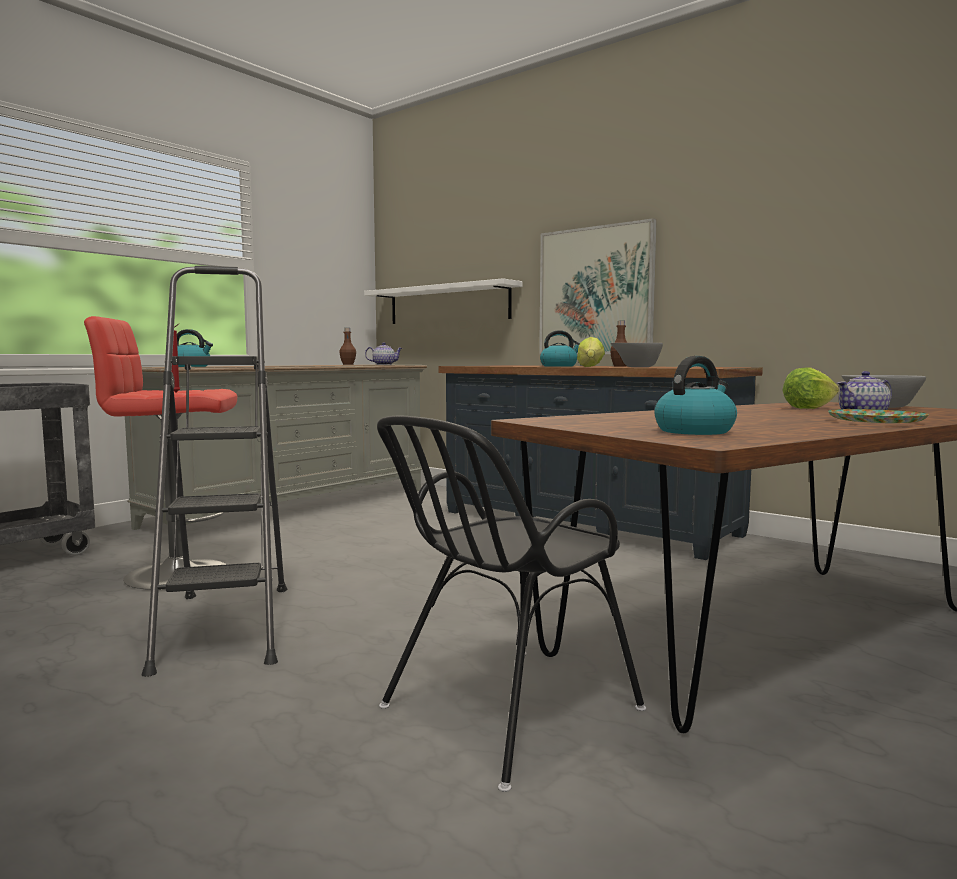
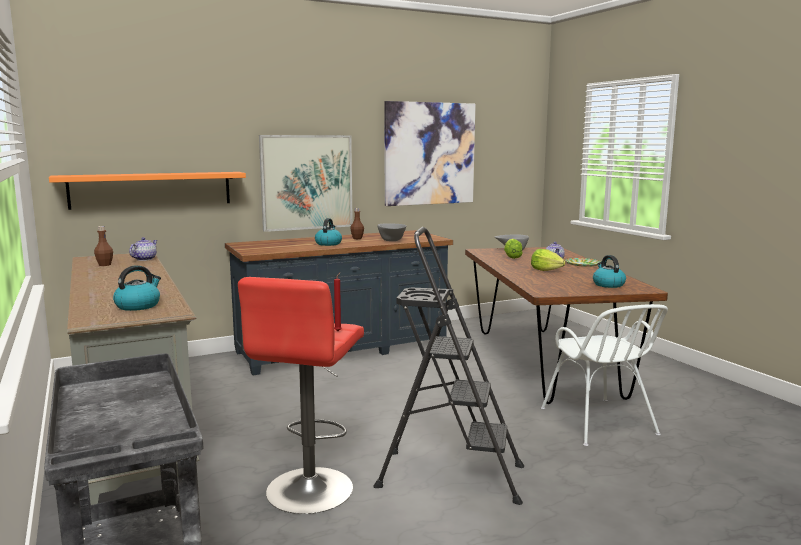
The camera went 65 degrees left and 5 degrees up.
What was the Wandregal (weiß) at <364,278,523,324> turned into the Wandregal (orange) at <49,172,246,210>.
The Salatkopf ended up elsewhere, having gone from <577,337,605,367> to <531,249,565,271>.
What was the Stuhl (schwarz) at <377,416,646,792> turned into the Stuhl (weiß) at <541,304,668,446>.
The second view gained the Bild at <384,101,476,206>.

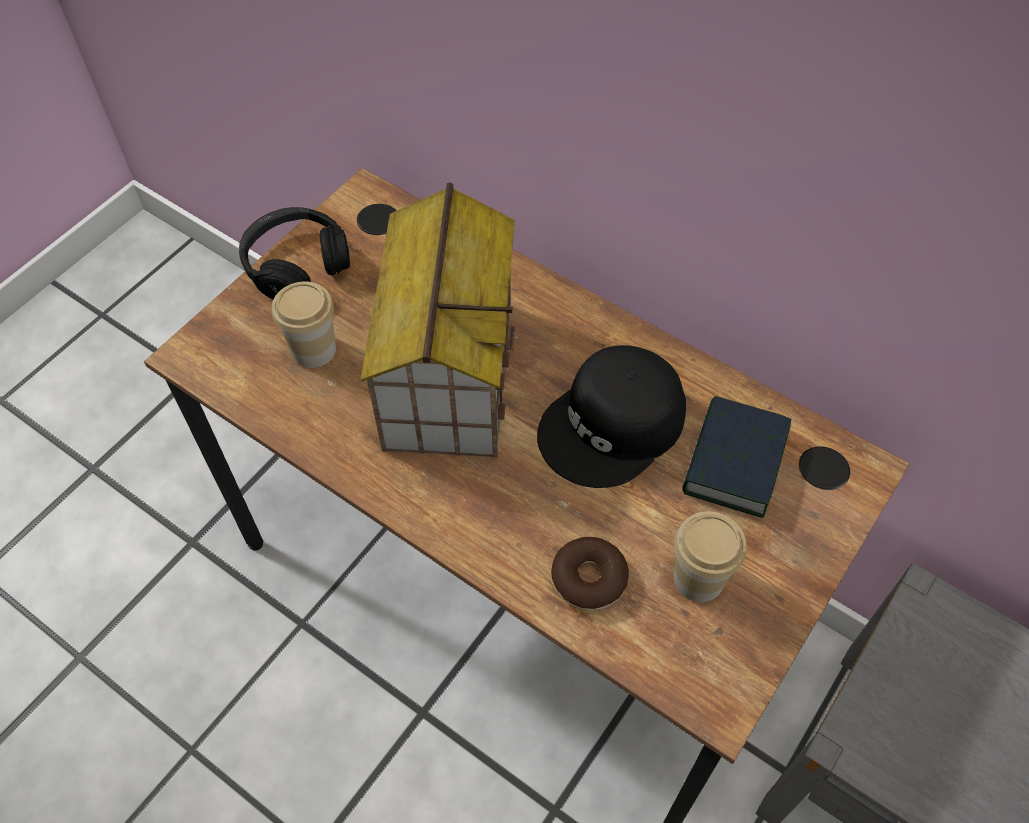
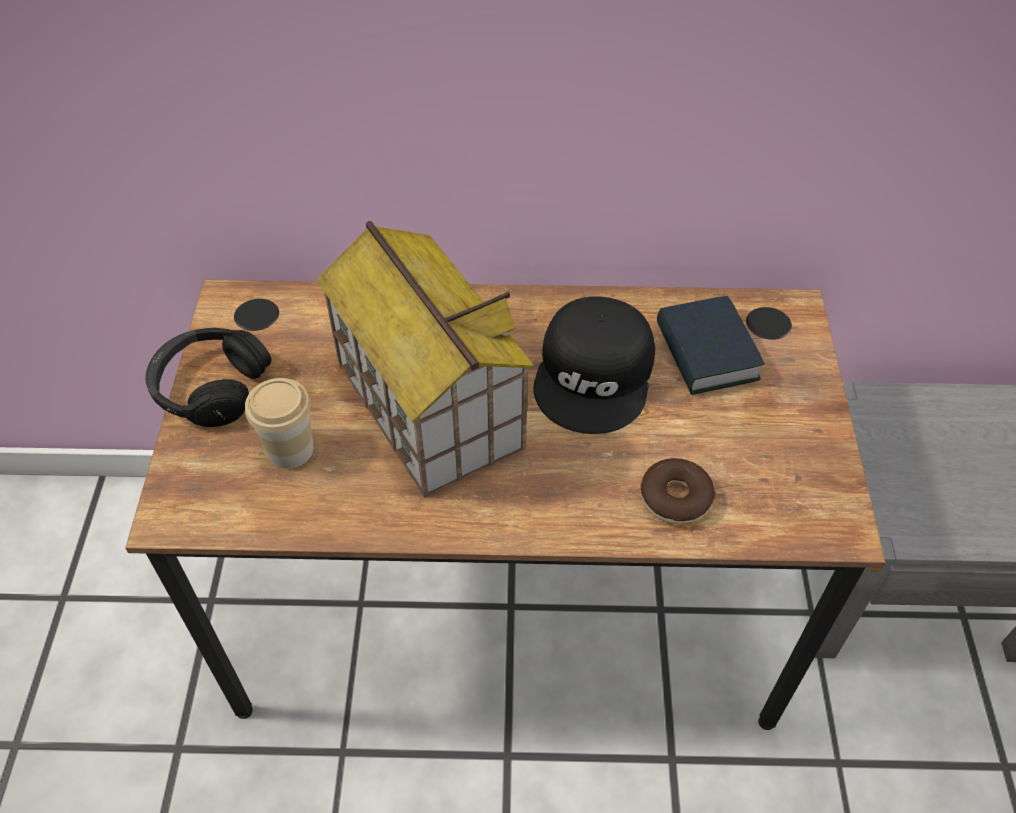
The camera went 35 degrees left and 5 degrees down.
The second view lost the Tasse at <674,511,746,602>.

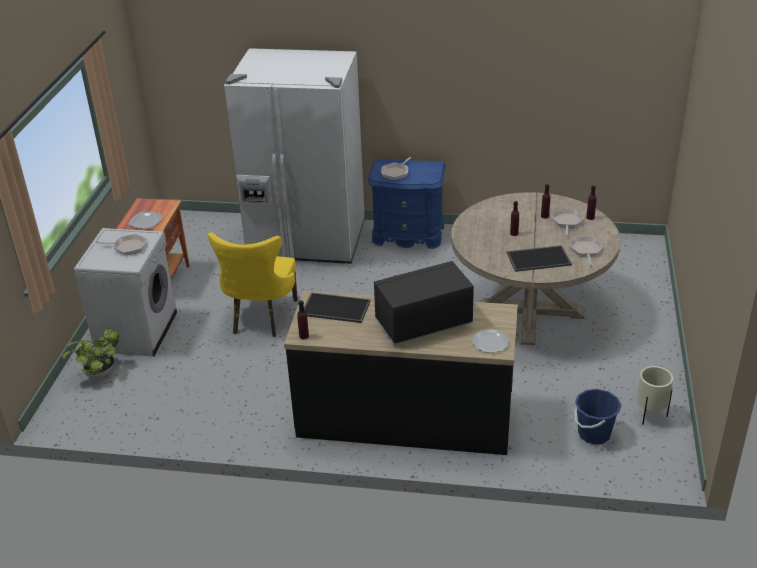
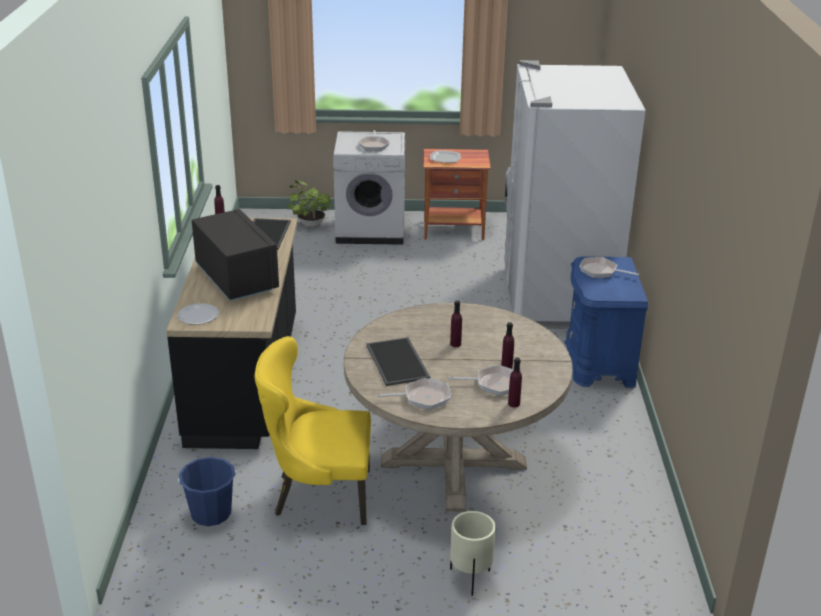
The camera went 80 degrees right and 5 degrees down.
The Stuhl (gelb) ended up elsewhere, having gone from <208,232,298,337> to <255,336,371,525>.
The Pflanzkübel (beige) ended up elsewhere, having gone from <636,366,673,424> to <450,511,496,596>.

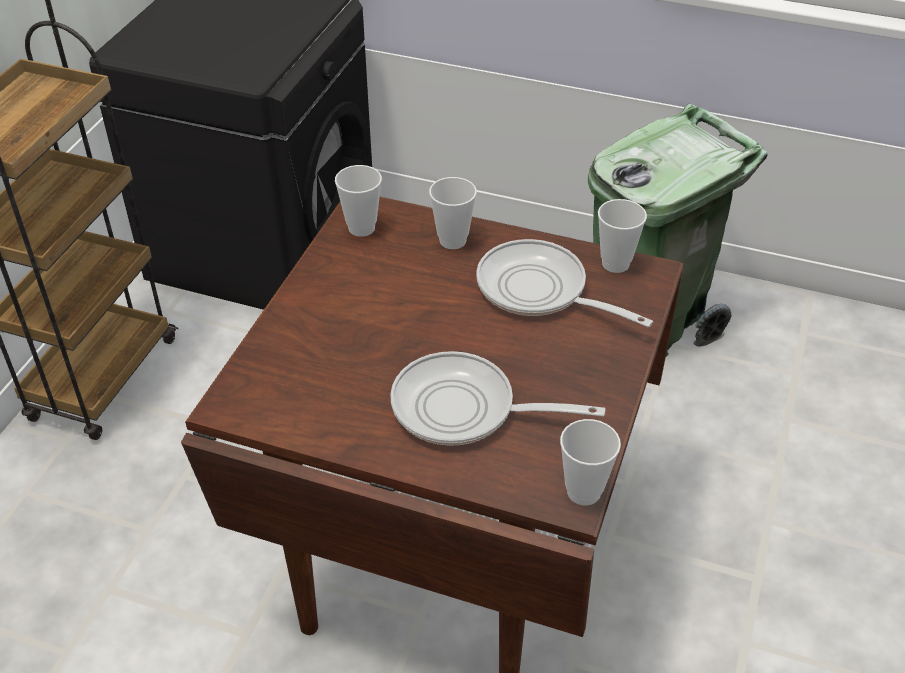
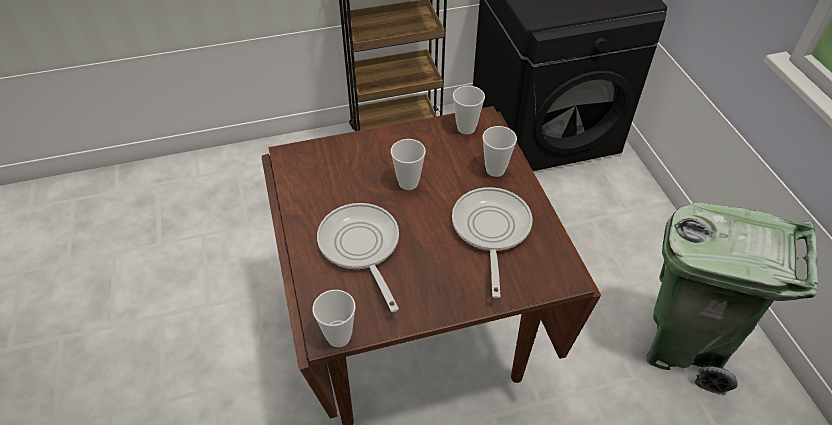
The camera went 55 degrees right and 5 degrees up.
The Tasse ended up elsewhere, having gone from <598,199,647,273> to <391,139,426,190>.

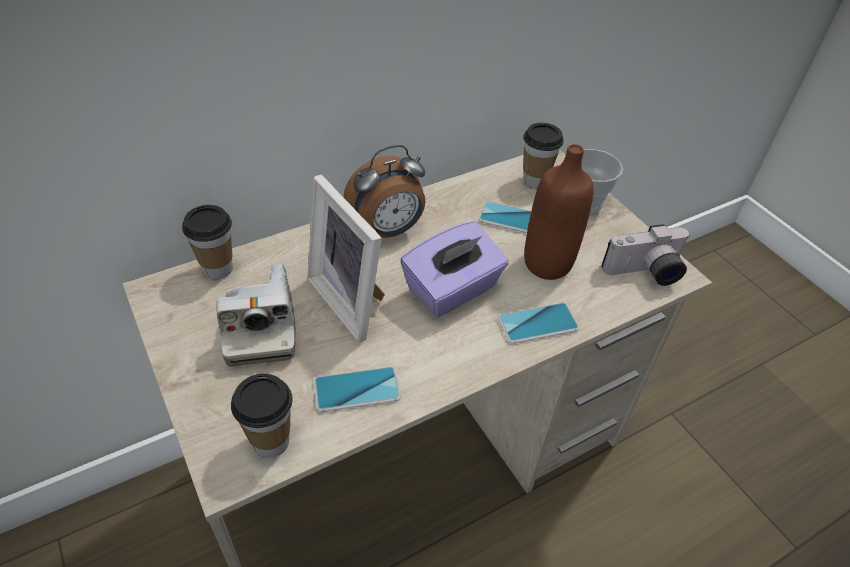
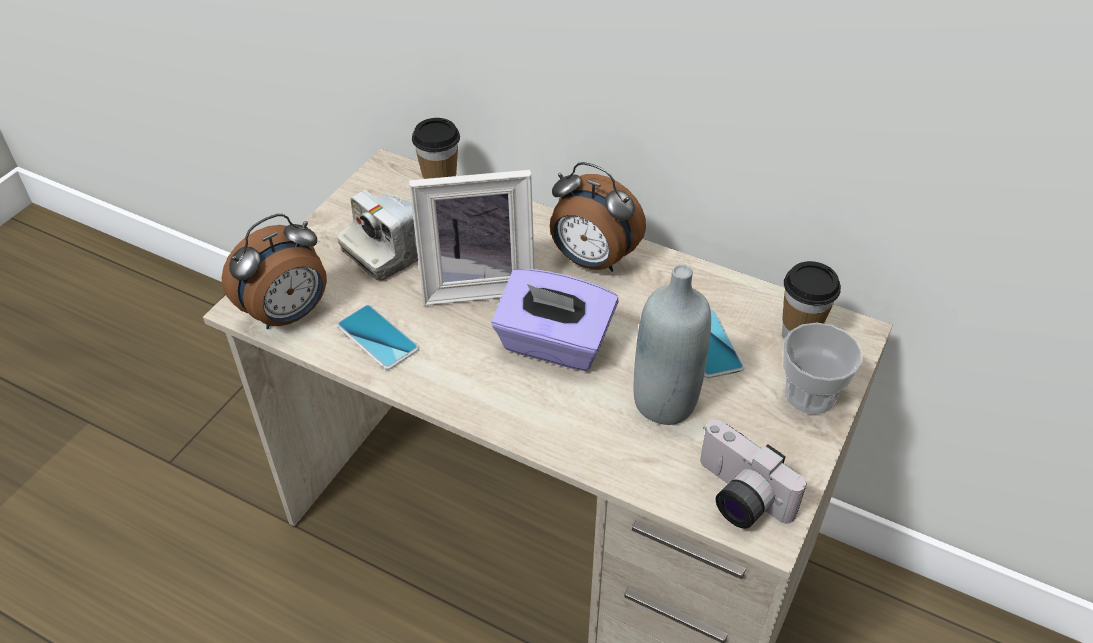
The camera went 60 degrees right and 0 degrees up.
What was the Flasche (braun) at <524,144,594,280> turned into the Flasche (grau) at <634,264,711,425>.
The Bilderrahmen at <307,175,385,342> ended up facing another way, 120 degrees counterclockwise from before.
The second view lost the Handy at <498,303,579,344>.
Where the Tasse stood at <231,374,293,458>, the Wecker came to stand at <221,214,327,329>.

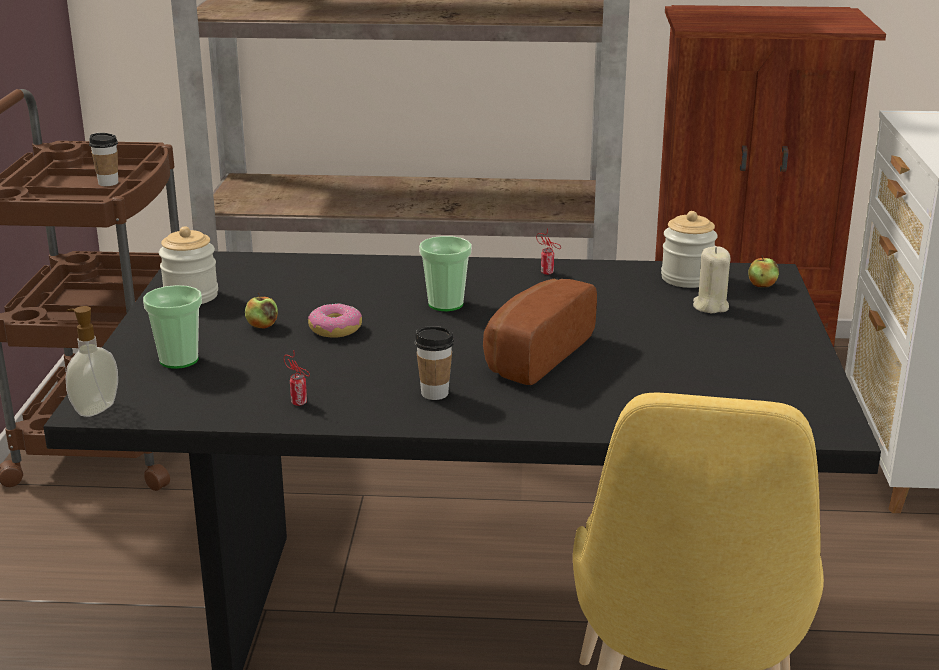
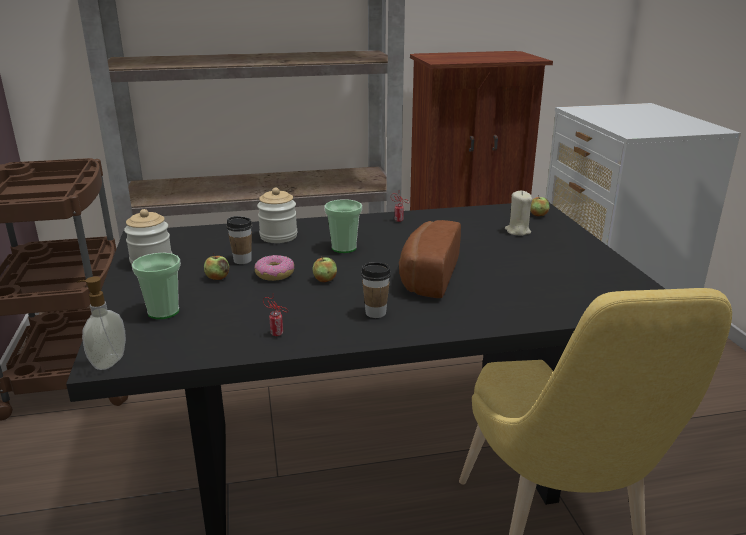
The camera went 15 degrees left and 0 degrees up.
The Tasse ended up elsewhere, having gone from <89,133,118,186> to <227,216,252,264>.
The Vorratsglas ended up elsewhere, having gone from <661,211,718,288> to <257,188,297,243>.
The second view gained the Apfel at <313,256,337,283>.

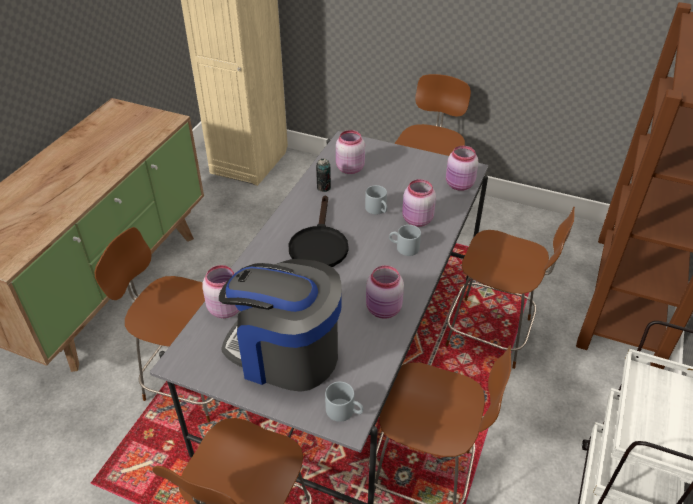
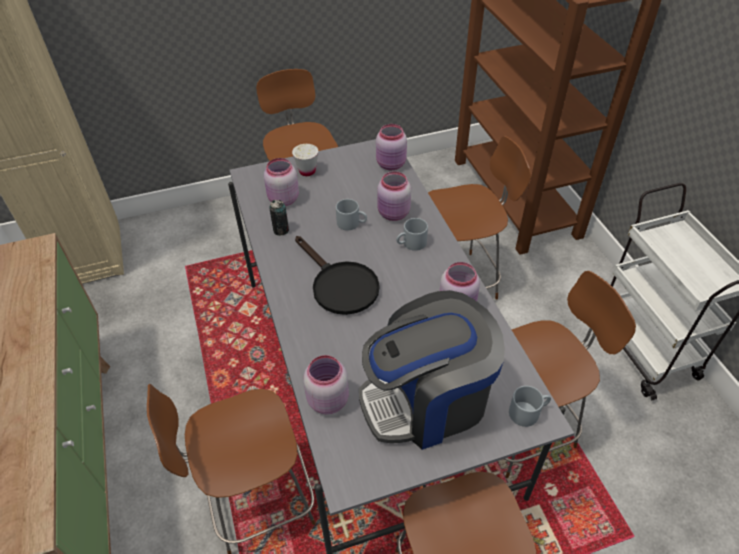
The camera went 40 degrees left and 5 degrees up.
The second view gained the Tasse (weiß) at <292,144,318,176>.

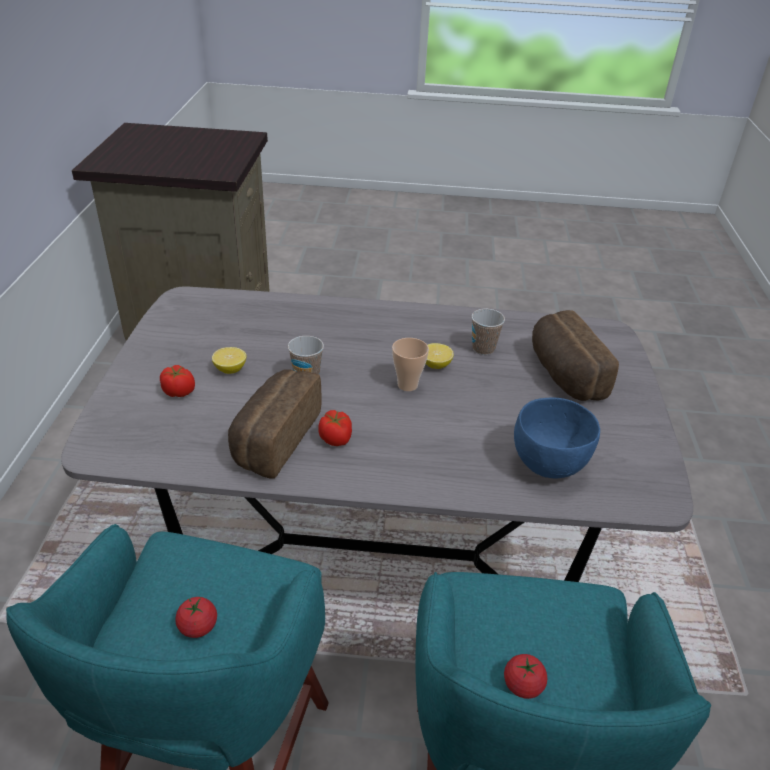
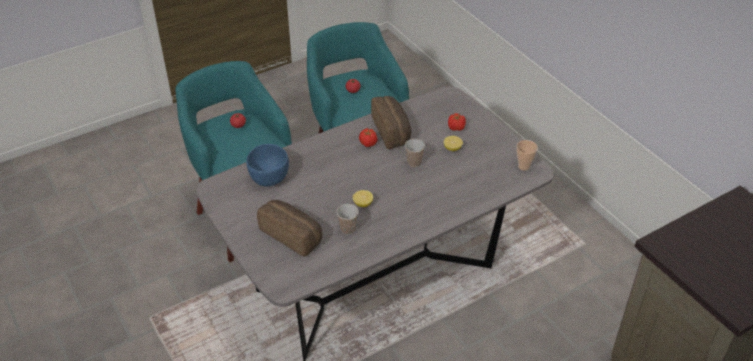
The camera went 145 degrees right and 5 degrees up.
The Tasse ended up elsewhere, having gone from <392,338,429,391> to <516,140,538,170>.

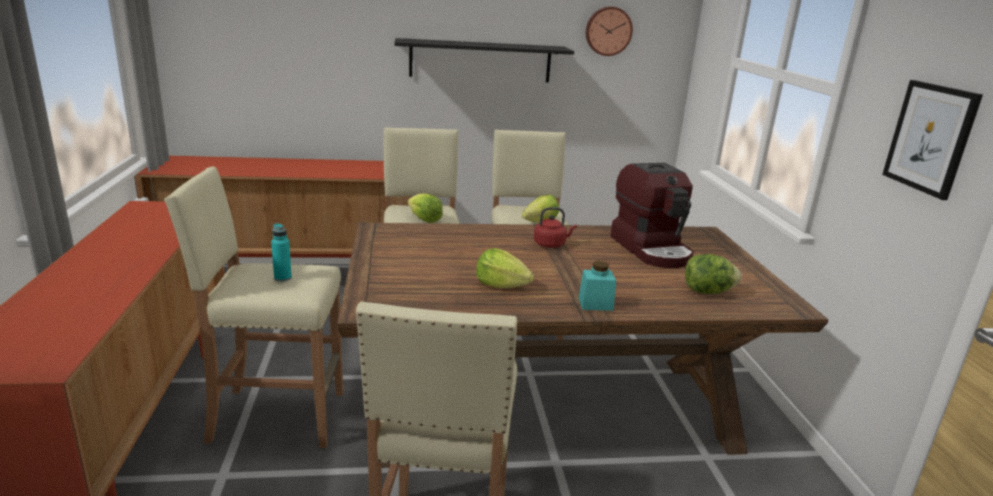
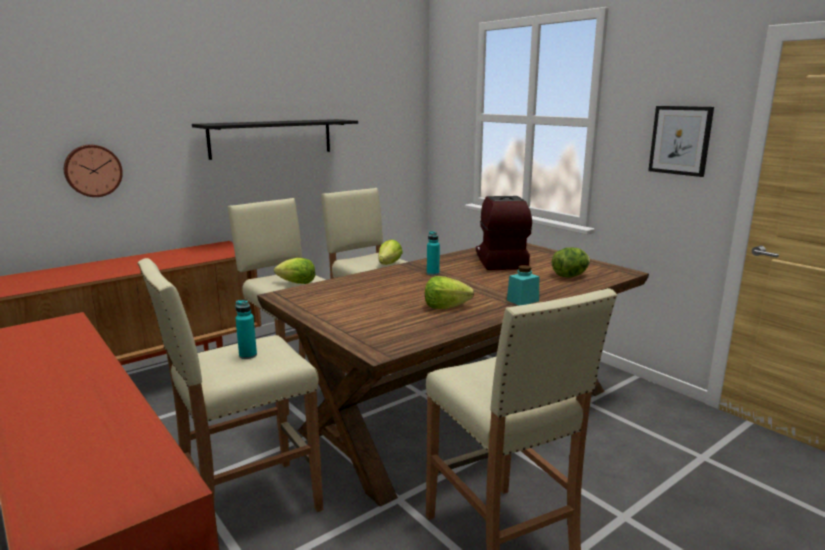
The camera went 30 degrees left and 5 degrees down.
The Wanduhr ended up elsewhere, having gone from <586,7,633,56> to <64,145,123,197>.
The Kaffeemaschine at <610,163,694,268> ended up facing another way, 135 degrees counterclockwise from before.
Where the Wasserkessel (rot) stood at <534,207,577,248>, the Flasche (türkis) came to stand at <427,231,440,275>.

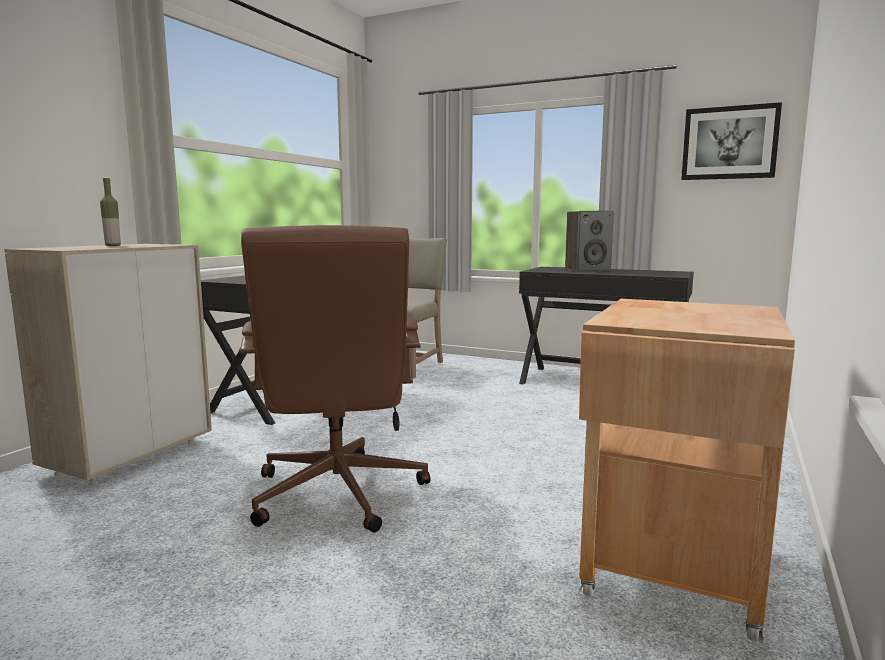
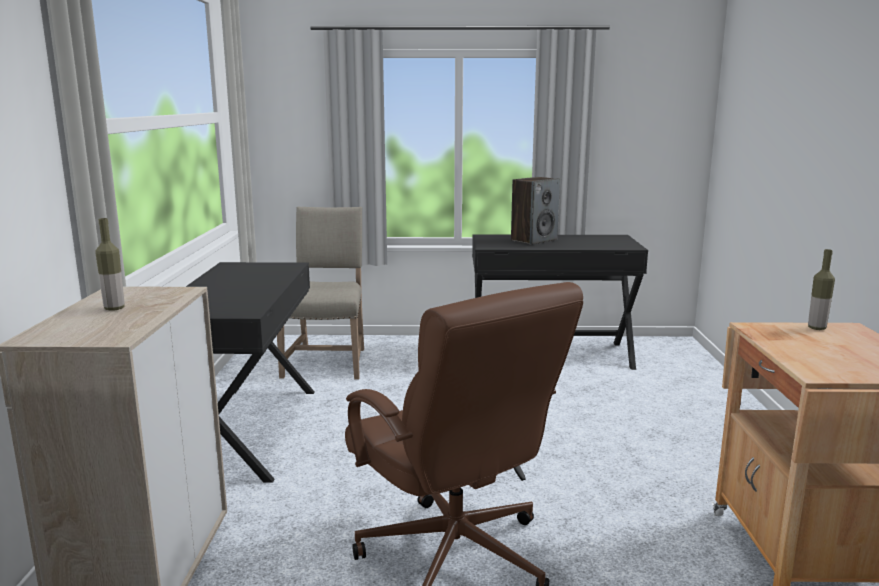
The camera went 25 degrees left and 5 degrees up.
The second view lost the Bild at <681,102,782,180>.
The second view gained the Flasche at <808,249,835,330>.

